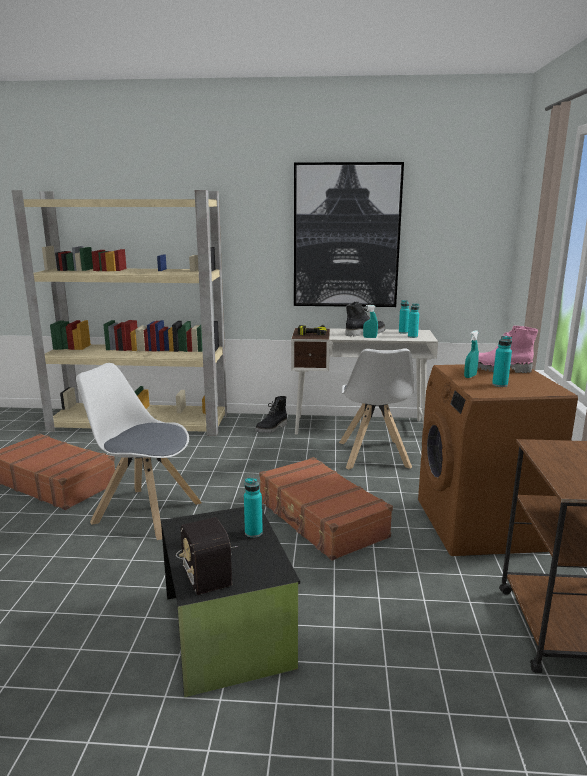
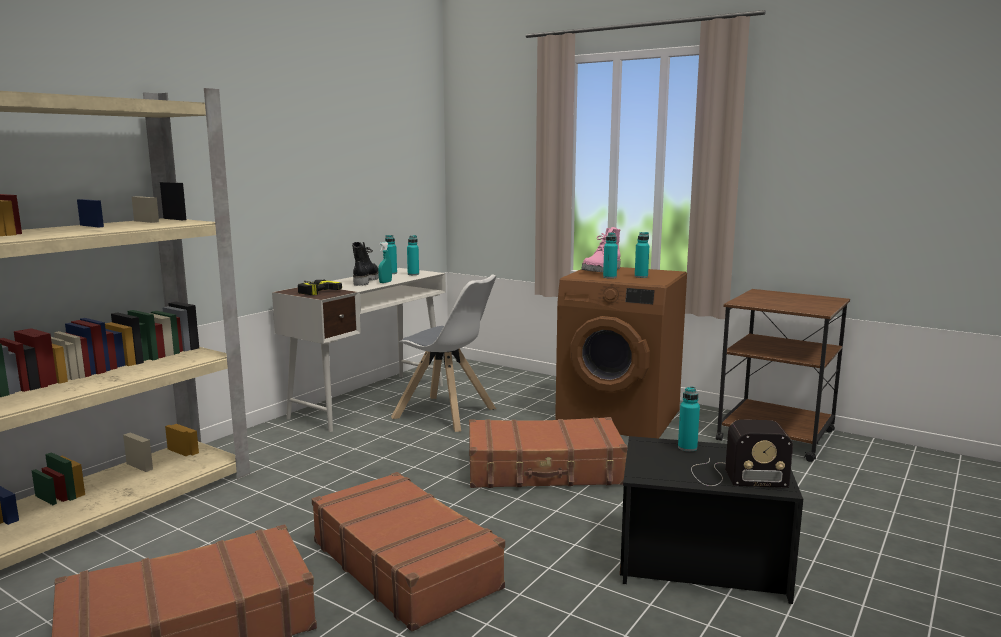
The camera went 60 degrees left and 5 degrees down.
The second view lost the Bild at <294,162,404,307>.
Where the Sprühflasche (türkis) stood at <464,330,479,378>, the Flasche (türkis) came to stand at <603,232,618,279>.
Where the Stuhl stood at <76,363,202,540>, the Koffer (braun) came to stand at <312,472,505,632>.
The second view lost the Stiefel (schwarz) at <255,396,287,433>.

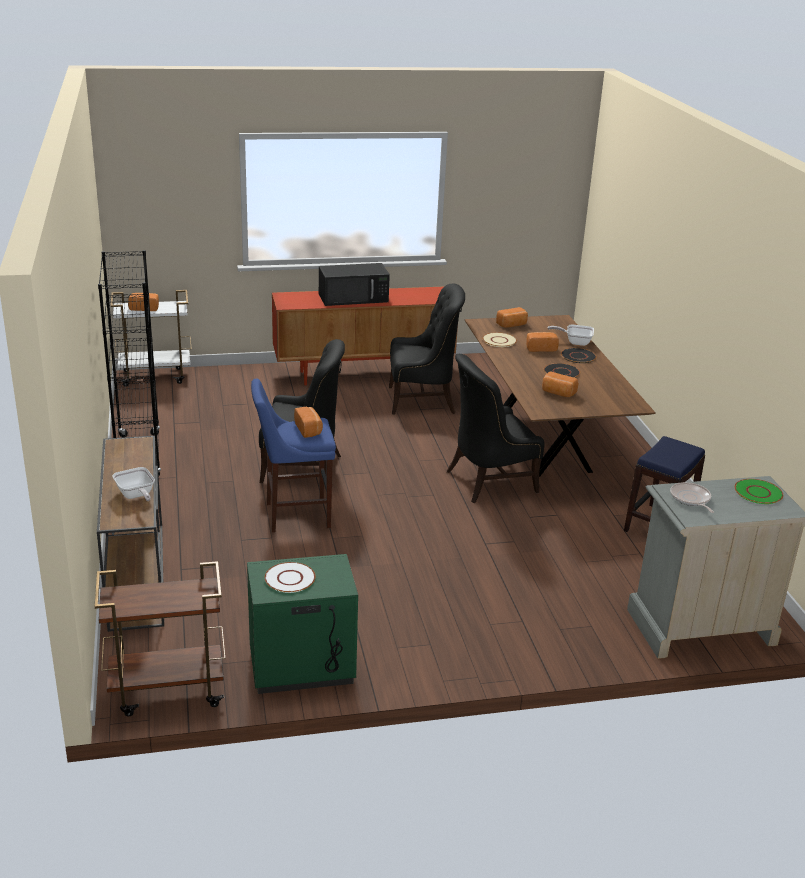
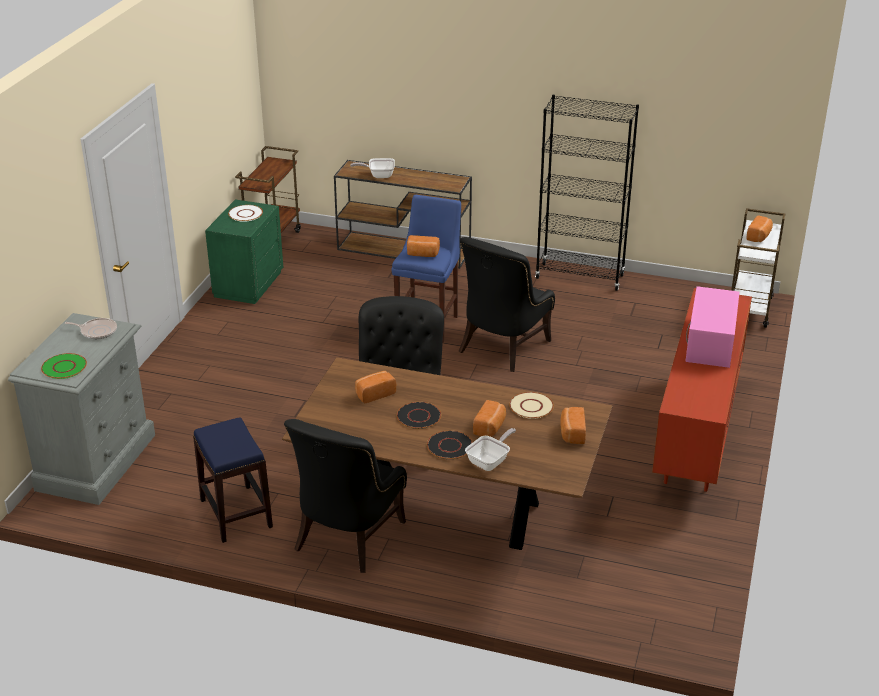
The camera went 120 degrees right and 5 degrees up.
What was the Mikrowelle (schwarz) at <319,263,390,306> turned into the Mikrowelle (rosa) at <685,286,740,368>.
The Stuhl (schwarz) ended up elsewhere, having gone from <389,284,465,415> to <284,419,407,573>.

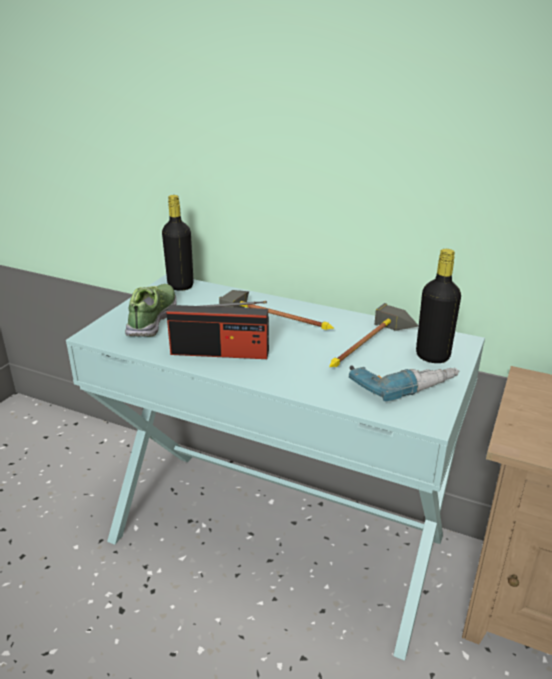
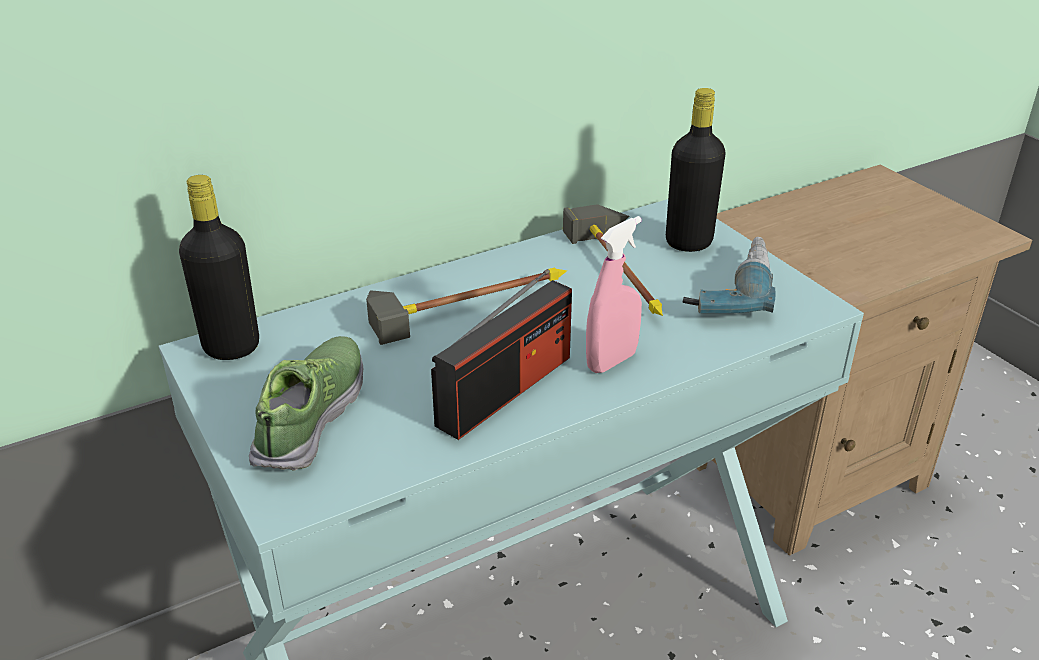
The camera went 55 degrees left and 5 degrees up.
The Schuh at <125,284,177,337> ended up facing another way, 60 degrees clockwise from before.
The second view gained the Sprühflasche (rosa) at <586,216,642,373>.

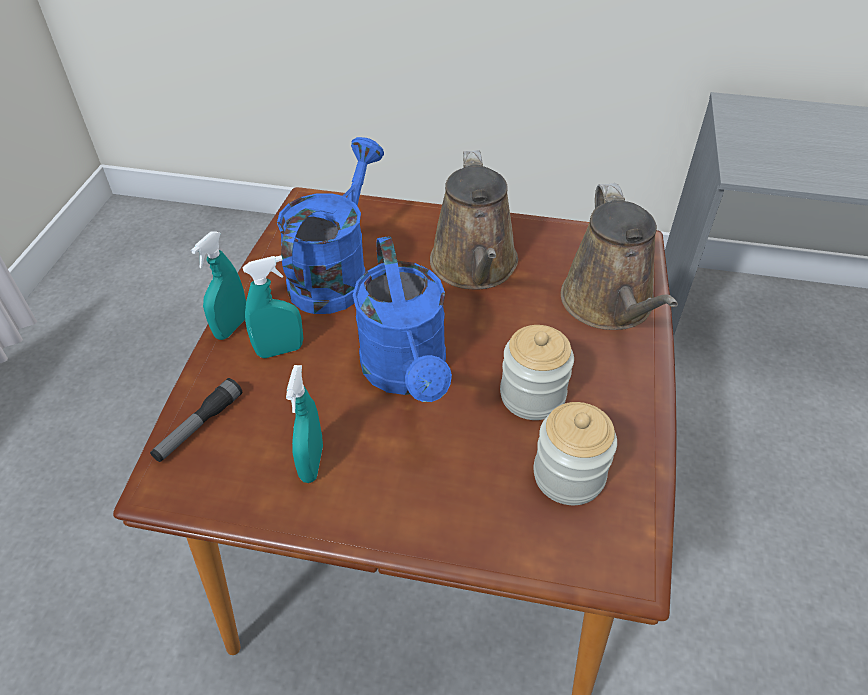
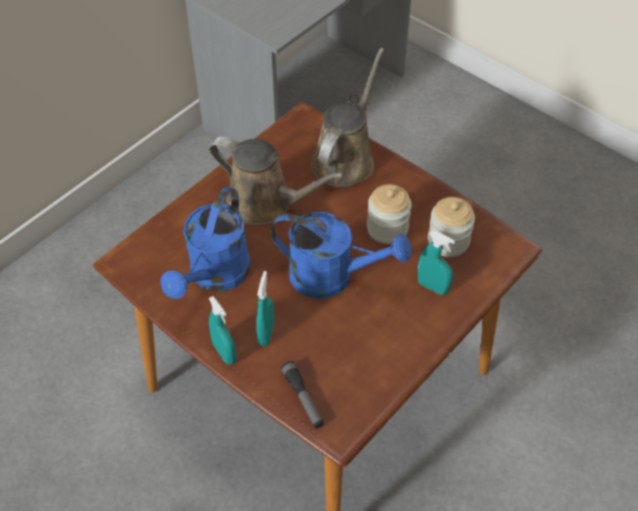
The camera went 60 degrees left and 5 degrees up.
The Gießkanne (blau) at <277,137,384,314> ended up facing another way, 120 degrees counterclockwise from before.
The Gießkanne (braun) at <561,183,678,330> ended up facing another way, 90 degrees counterclockwise from before.
The Sprühflasche (türkis) ended up elsewhere, having gone from <286,365,323,483> to <418,231,455,295>.

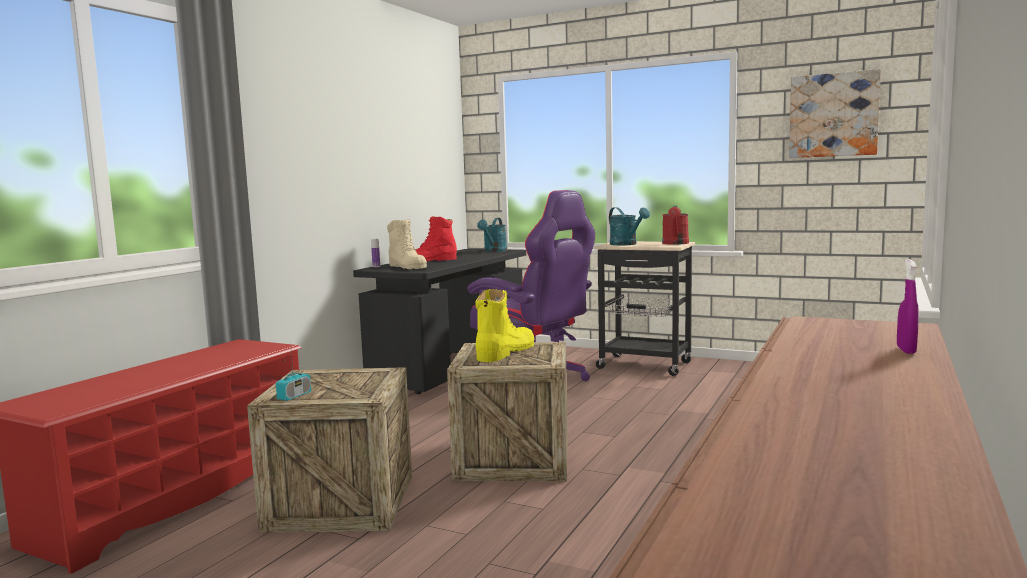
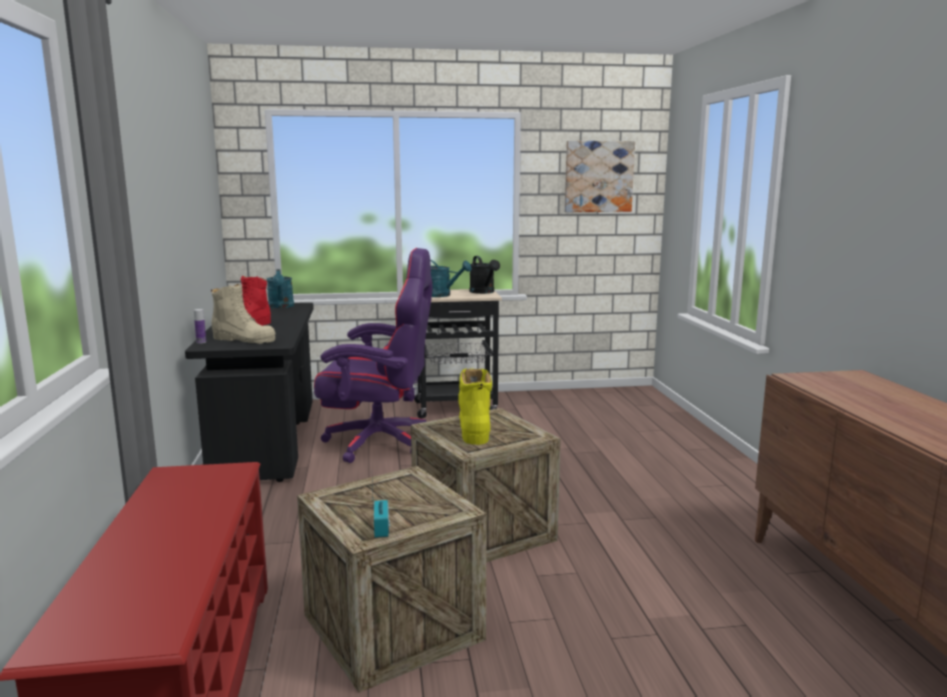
The camera went 35 degrees left and 5 degrees up.
What was the Gießkanne (rot) at <662,206,689,245> turned into the Gießkanne (schwarz) at <470,256,500,294>.
The second view lost the Sprühflasche (lila) at <897,259,919,354>.

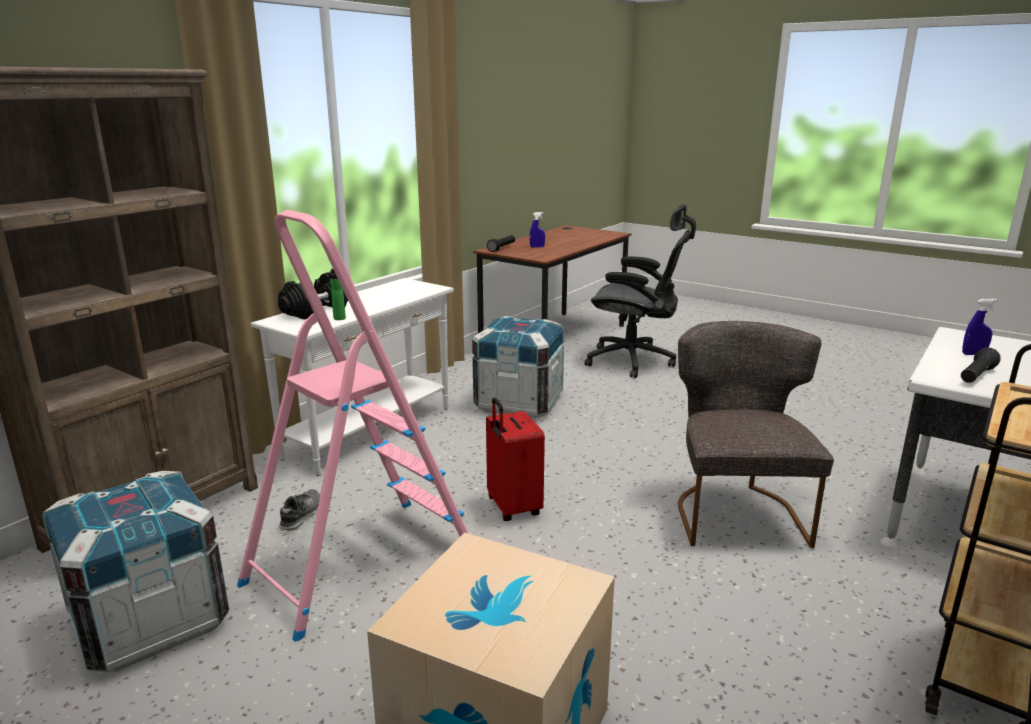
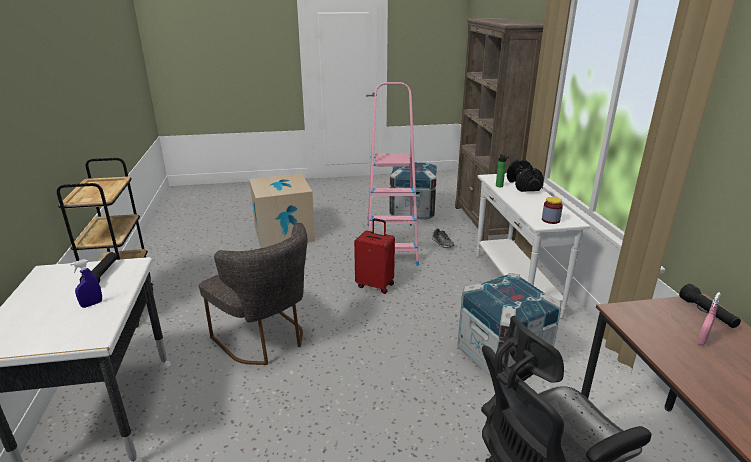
The camera went 135 degrees right and 5 degrees up.
What was the Sprühflasche (blau) at <530,212,545,248> turned into the Sprühflasche (rosa) at <697,292,721,346>.
The second view gained the Vorratsglas at <542,197,563,224>.

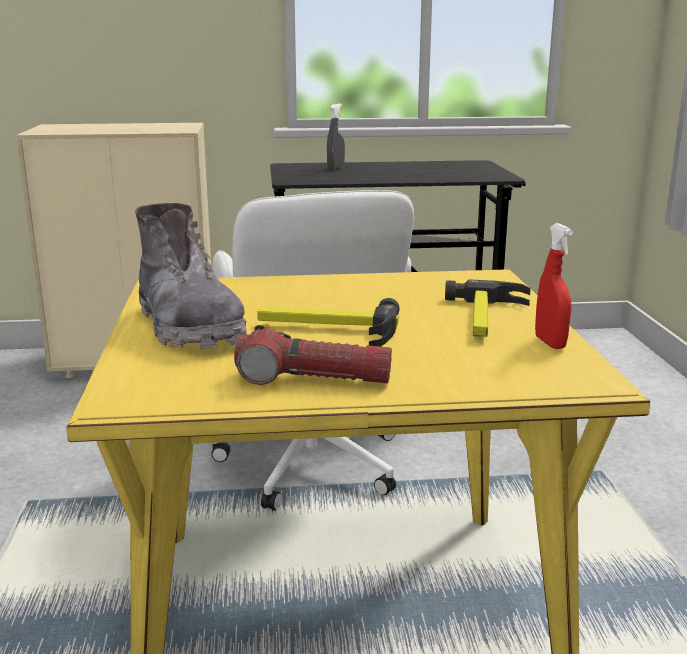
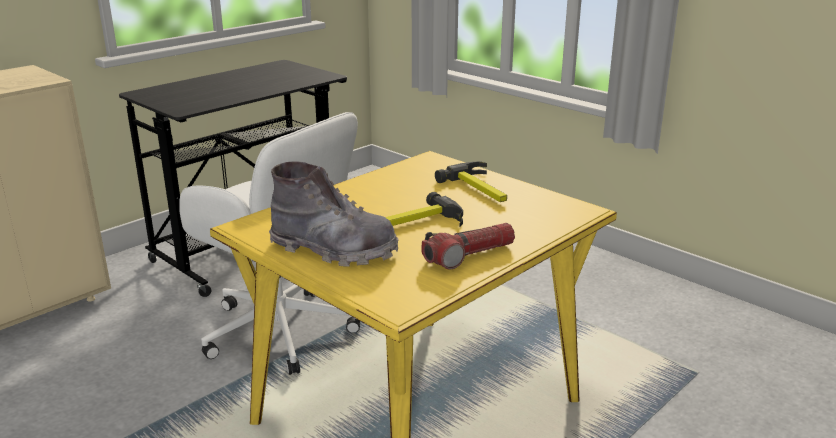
The camera went 40 degrees left and 5 degrees up.
The second view lost the Sprühflasche (grau) at <327,104,345,170>.
The second view lost the Sprühflasche (rot) at <535,223,573,349>.

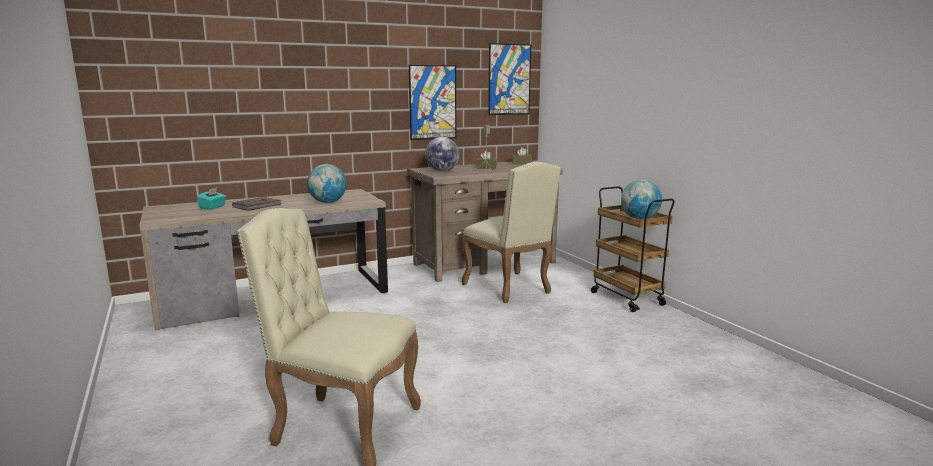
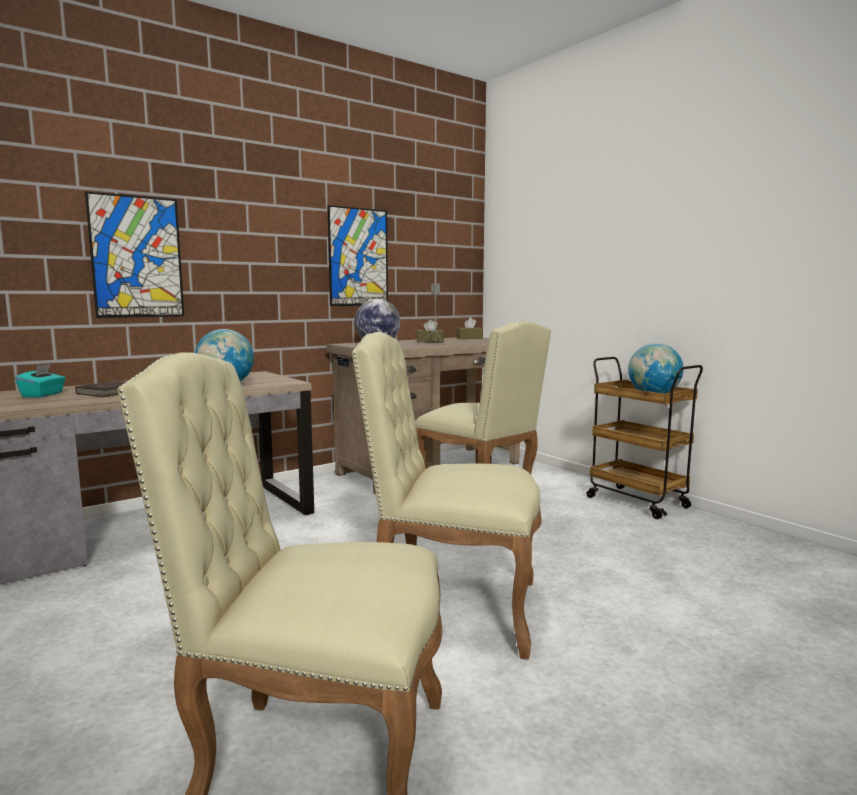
The camera went 10 degrees left and 5 degrees down.
The Bild ended up elsewhere, having gone from <488,43,531,115> to <85,191,184,318>.
The second view gained the Stuhl (beige) at <352,332,542,659>.

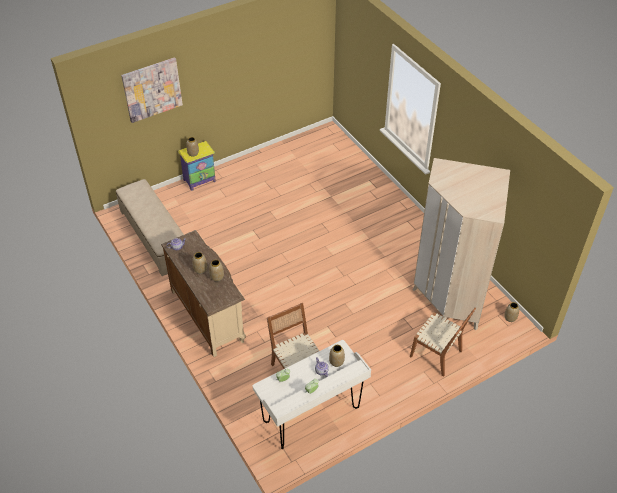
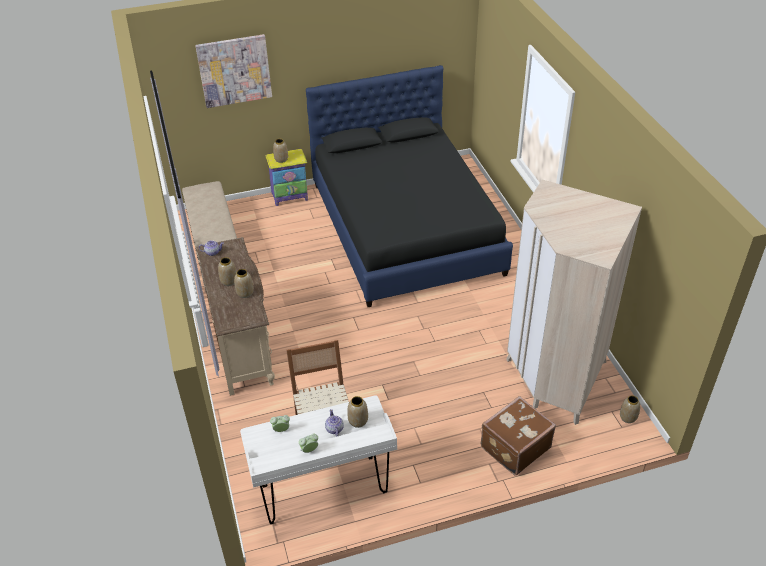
The camera went 15 degrees right and 5 degrees down.
Where the Stuhl stood at <410,308,476,376>, the Koffer (braun) came to stand at <481,396,556,476>.
The second view gained the Bett (schwarz) at <306,65,513,307>.

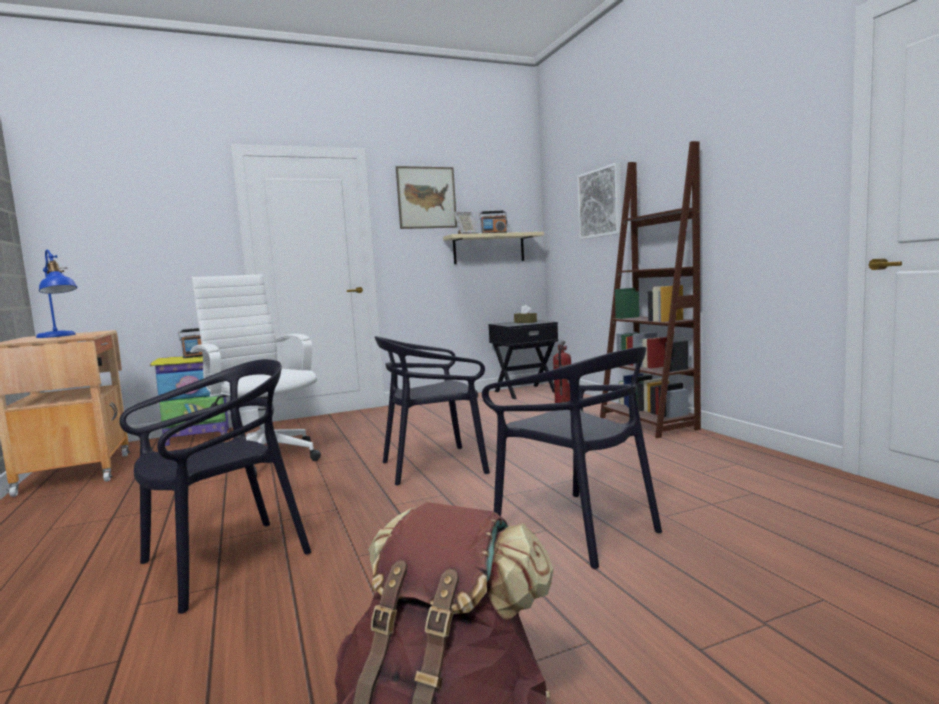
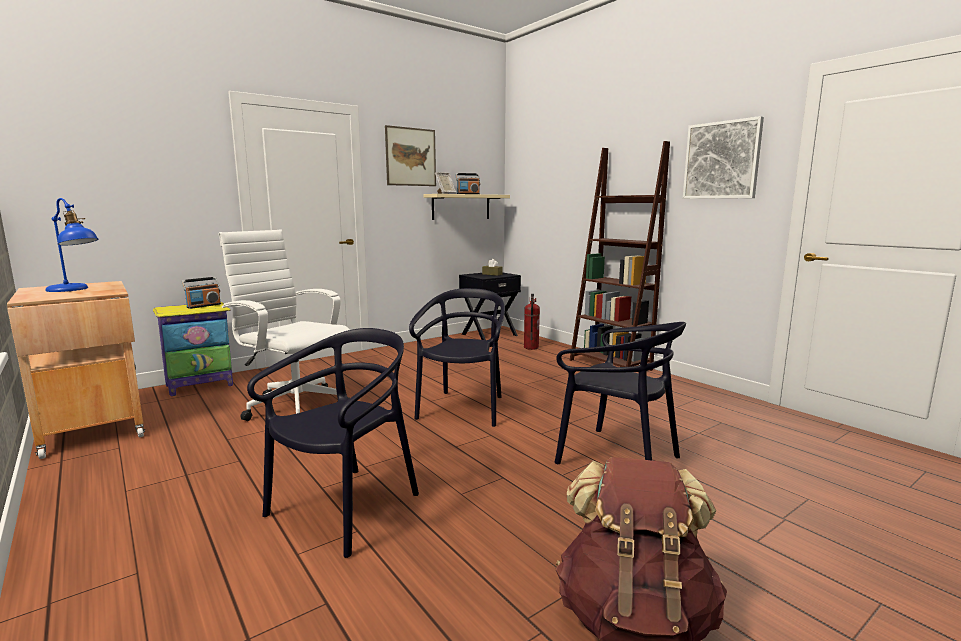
The camera went 15 degrees left and 5 degrees up.
The Bild ended up elsewhere, having gone from <577,163,621,240> to <683,116,764,199>.
The Stuhl (schwarz) at <375,336,490,486> ended up facing another way, 135 degrees clockwise from before.

